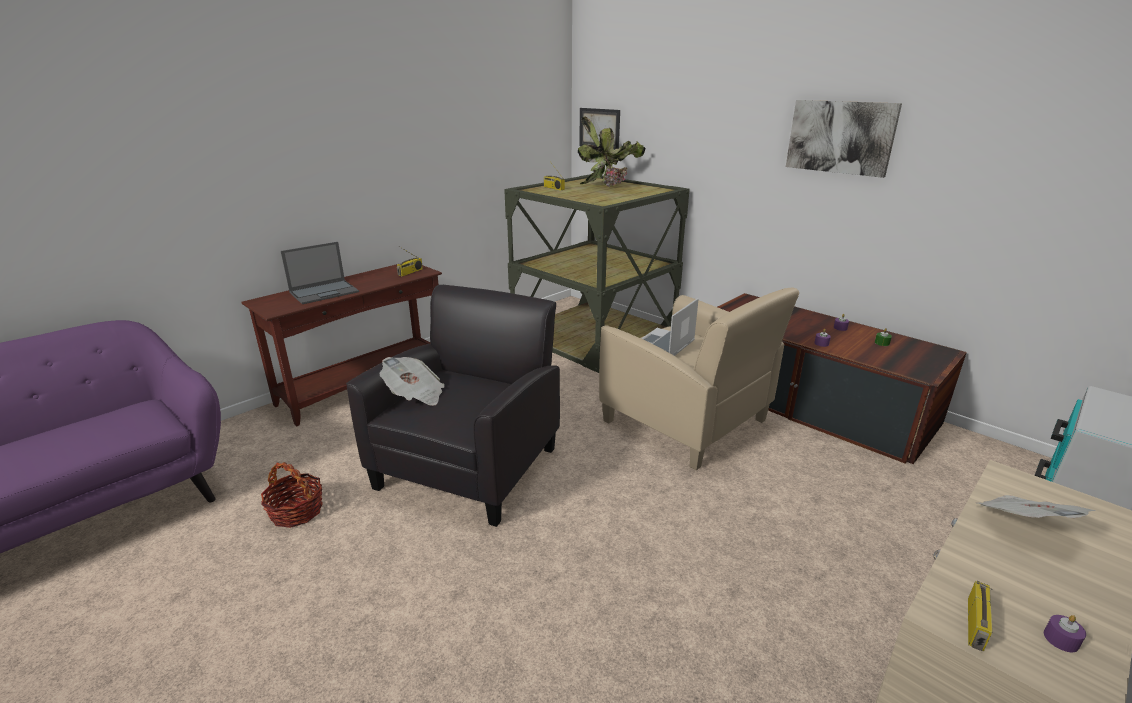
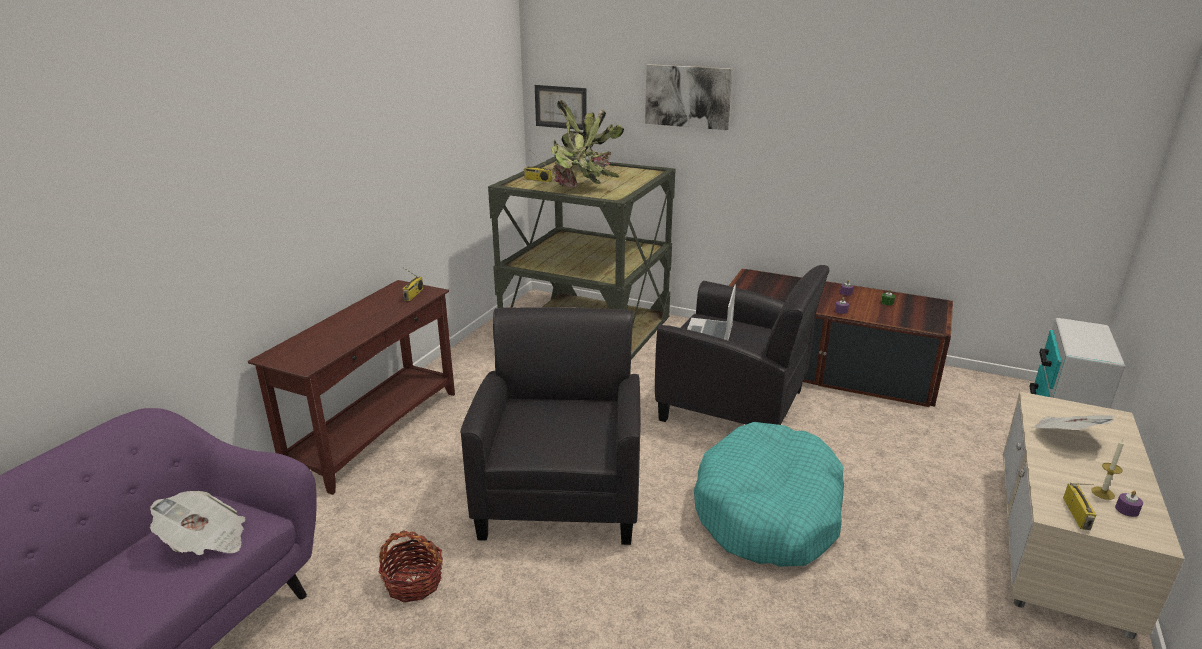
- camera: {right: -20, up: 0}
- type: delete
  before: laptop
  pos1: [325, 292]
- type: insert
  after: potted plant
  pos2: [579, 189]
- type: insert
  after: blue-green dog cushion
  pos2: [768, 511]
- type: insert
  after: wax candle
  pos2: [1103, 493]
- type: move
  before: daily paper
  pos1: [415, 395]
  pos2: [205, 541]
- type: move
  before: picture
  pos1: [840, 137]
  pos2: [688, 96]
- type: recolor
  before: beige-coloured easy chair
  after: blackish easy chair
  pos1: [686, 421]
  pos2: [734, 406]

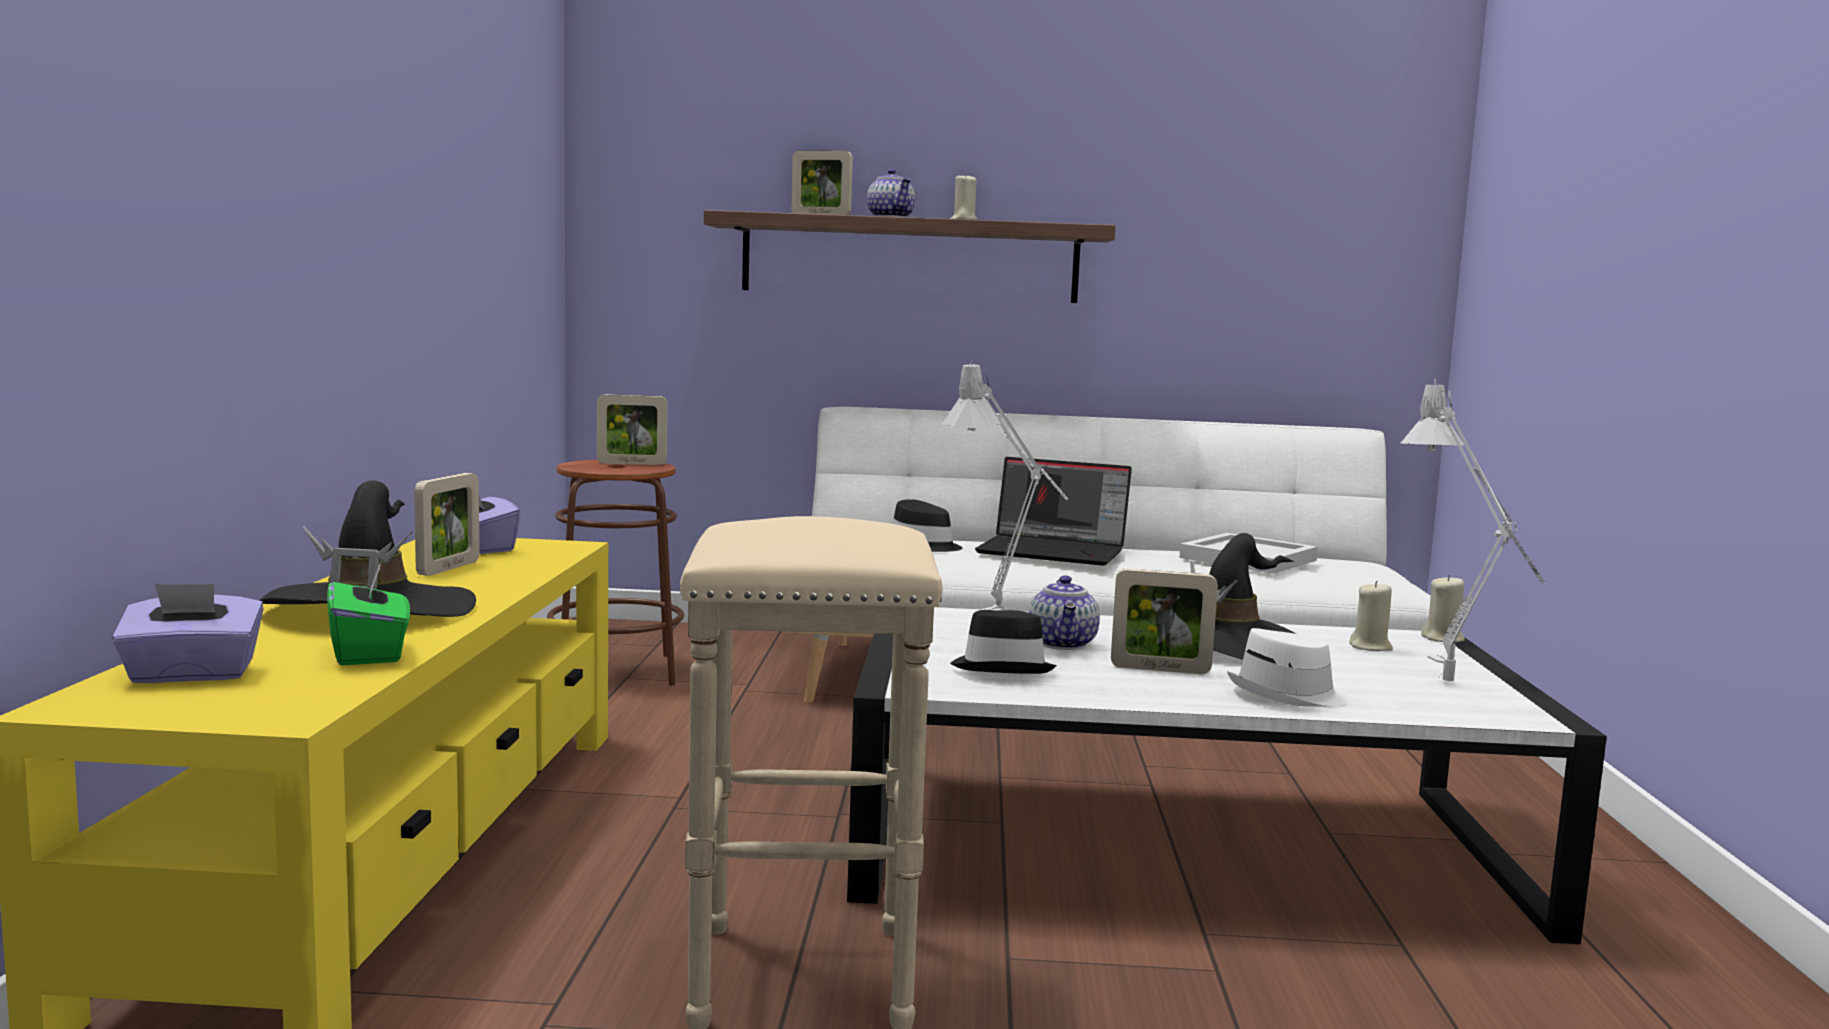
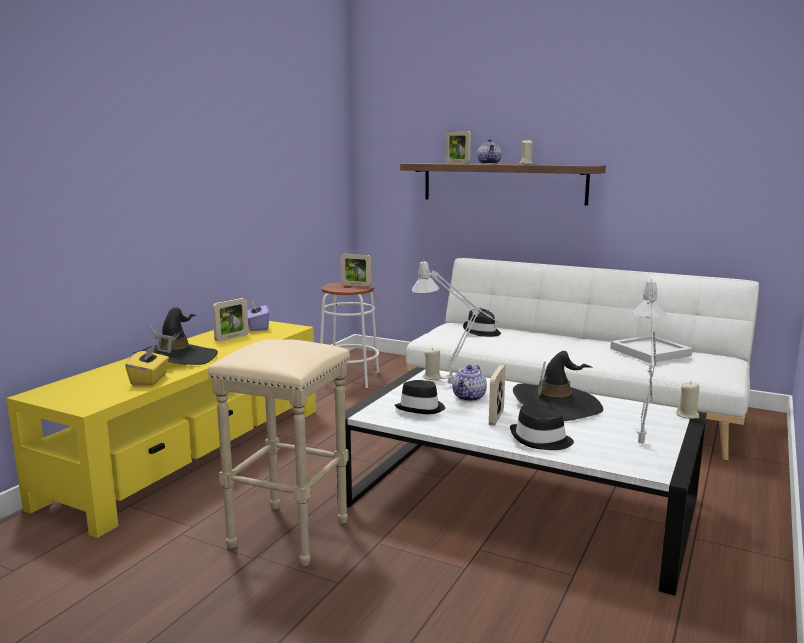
- camera: {right: 25, up: 5}
- type: delete
  before: purple tissue holder
  pos1: [192, 674]
- type: delete
  before: laptop
  pos1: [1054, 551]
- type: move
  before: beige-coloured wax candle
  pos1: [1370, 647]
  pos2: [432, 377]
- type: recolor
  before: greenish tissue holder
  after: yellow tissue holder
  pos1: [370, 653]
  pos2: [149, 380]
- type: recolor
  before: brown-coloured stool seat
  after: whitish stool seat
  pos1: [616, 671]
  pos2: [349, 378]
- type: recolor
  before: whitish clothing hat
  after: blackish clothing hat
  pos1: [1289, 695]
  pos2: [540, 440]
- type: rotate
  before: standing frame
  pos1: [1160, 669]
  pos2: [496, 417]
  turn: 75

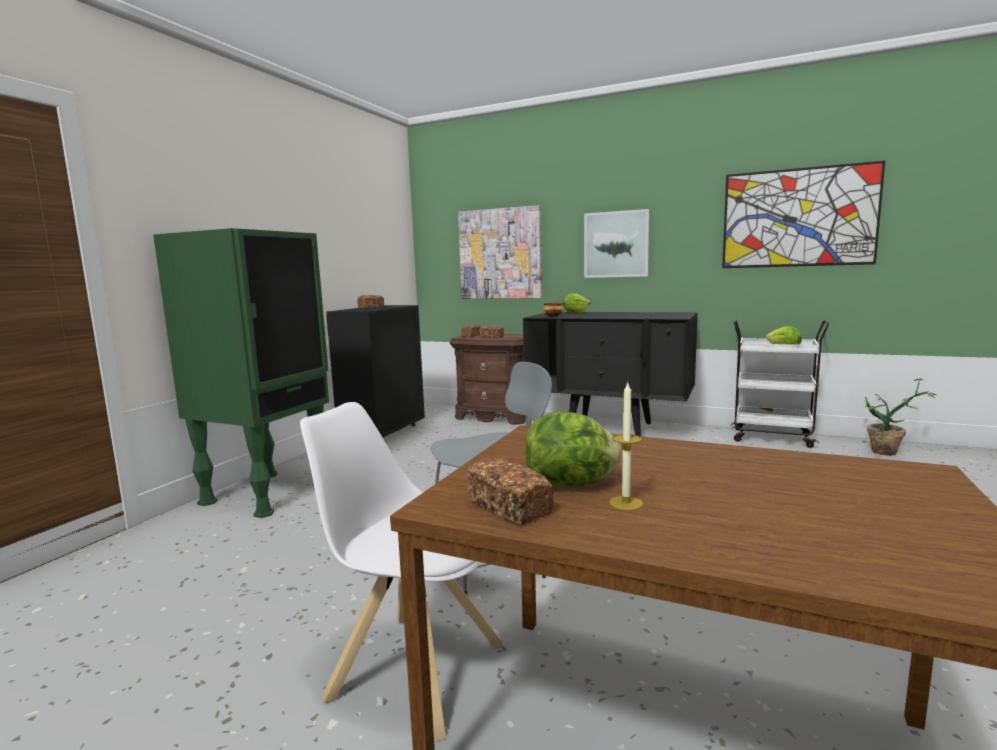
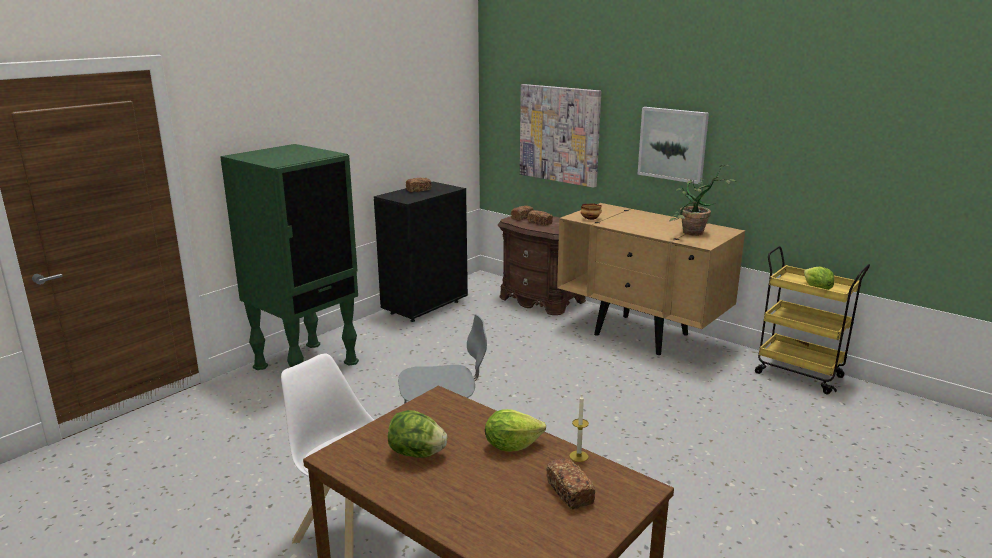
- camera: {right: 15, up: 10}
- type: delete
  before: picture
  pos1: [798, 218]
- type: move
  before: bread
  pos1: [509, 507]
  pos2: [570, 493]
- type: move
  before: lettuce
  pos1: [575, 312]
  pos2: [511, 445]
- type: move
  before: wax candle
  pos1: [626, 503]
  pos2: [578, 456]
- type: move
  before: potted plant
  pos1: [888, 454]
  pos2: [693, 234]
- type: recolor
  before: blackish chest of drawers
  after: beige-coloured chest of drawers
  pos1: [610, 428]
  pos2: [642, 335]
- type: recolor
  before: whitish trolley
  after: yellow trolley
  pos1: [772, 438]
  pos2: [799, 375]

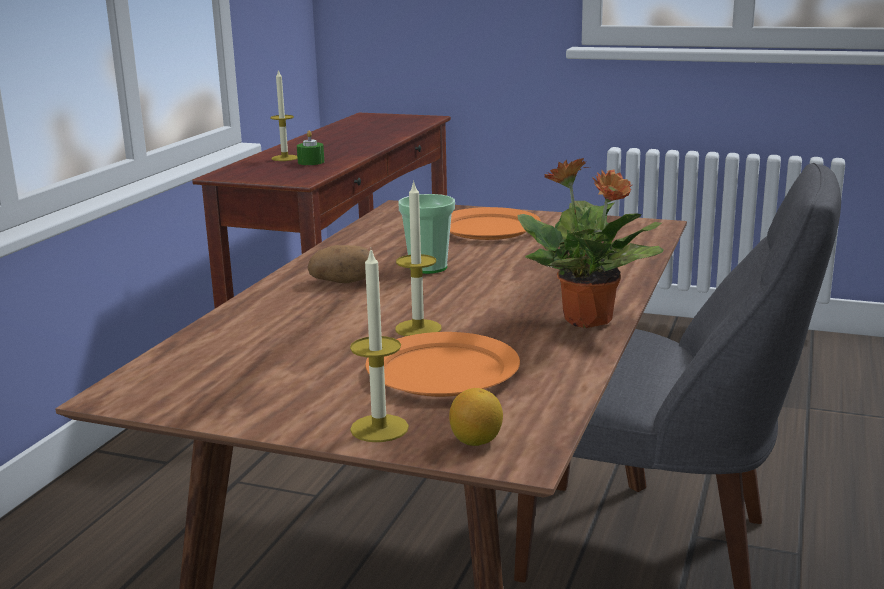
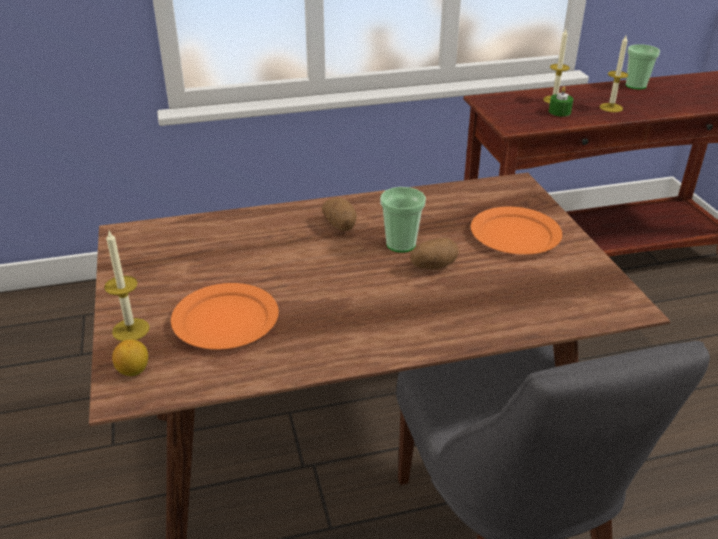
- camera: {right: 55, up: 15}
- type: delete
  before: potted plant
  pos1: [588, 320]
- type: insert
  after: spud
  pos2: [433, 265]
- type: insert
  after: drinking cup
  pos2: [635, 85]
- type: move
  before: wax candle
  pos1: [418, 328]
  pos2: [611, 107]

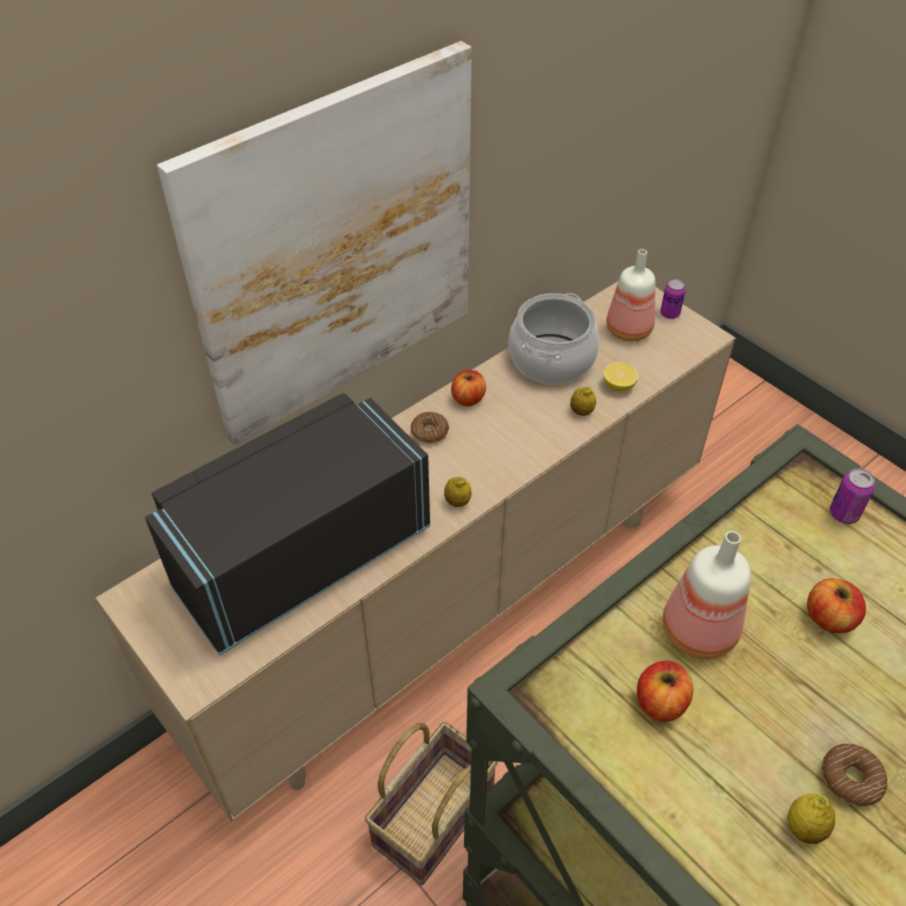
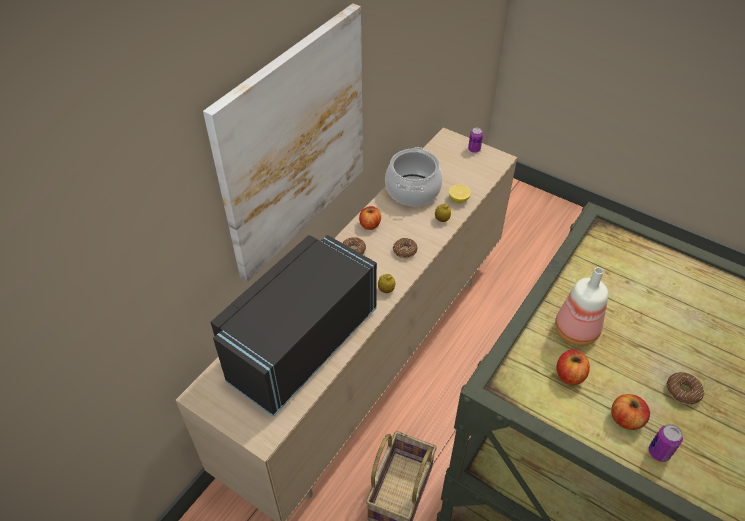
- camera: {right: -15, up: 0}
- type: delete
  before: drink bottle
  pos1: [628, 329]
- type: delete
  before: citrus fruit
  pos1: [804, 828]
- type: insert
  after: doughnut
  pos2: [405, 251]
- type: move
  before: apple
  pos1: [829, 618]
  pos2: [626, 419]
- type: move
  before: sealed can
  pos1: [843, 514]
  pos2: [659, 452]

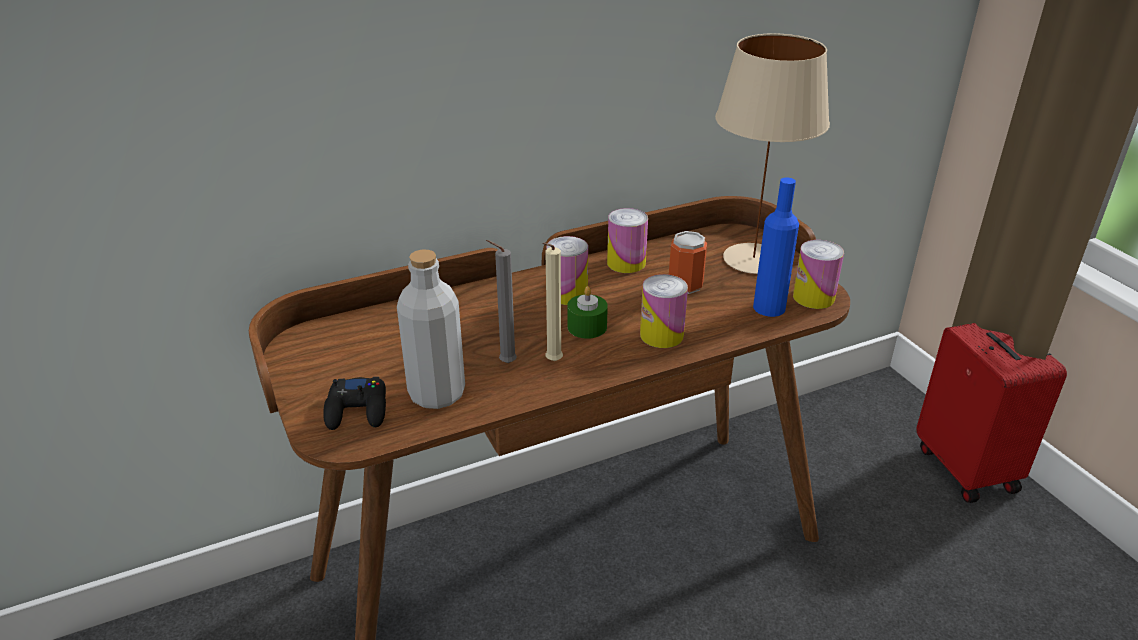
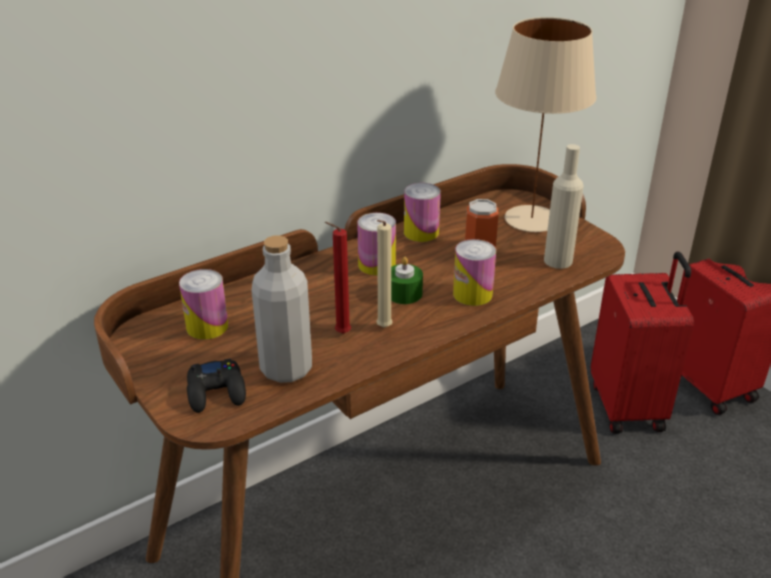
- camera: {right: -10, up: 0}
- type: insert
  after: red-coloured piece of luggage
  pos2: [629, 406]
- type: move
  before: sealed can
  pos1: [813, 297]
  pos2: [207, 326]
- type: recolor
  before: gray wax candle
  after: red-coloured wax candle
  pos1: [505, 363]
  pos2: [340, 334]
- type: recolor
  before: bluish drink bottle
  after: beige-coloured drink bottle
  pos1: [769, 307]
  pos2: [558, 261]

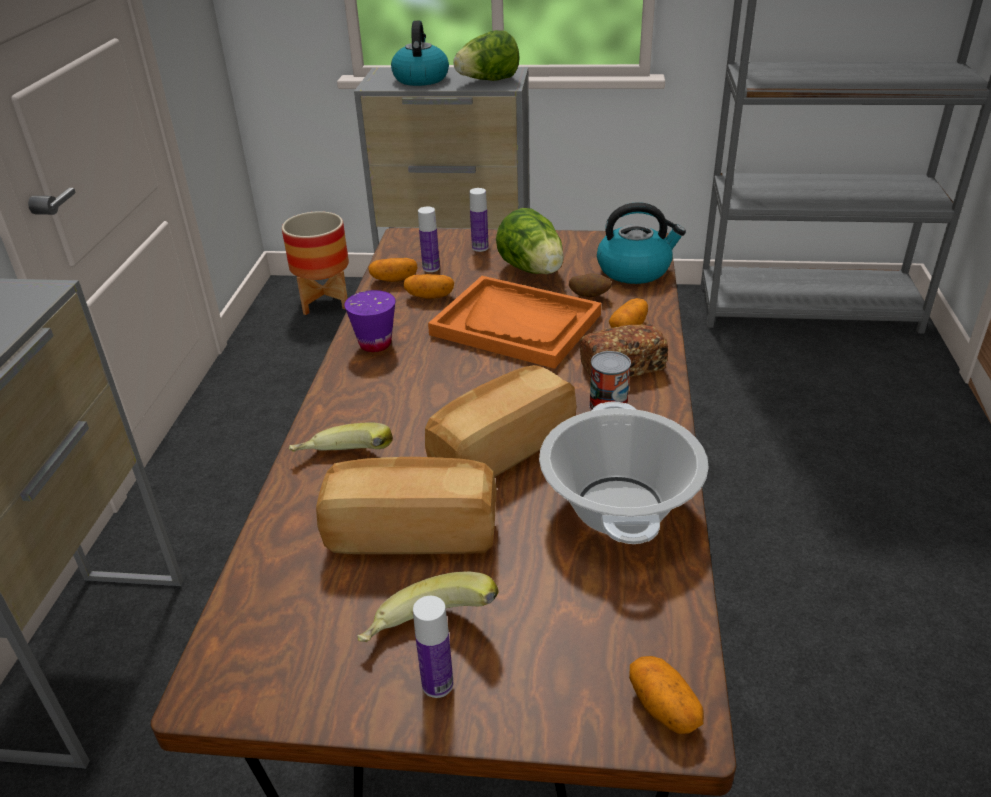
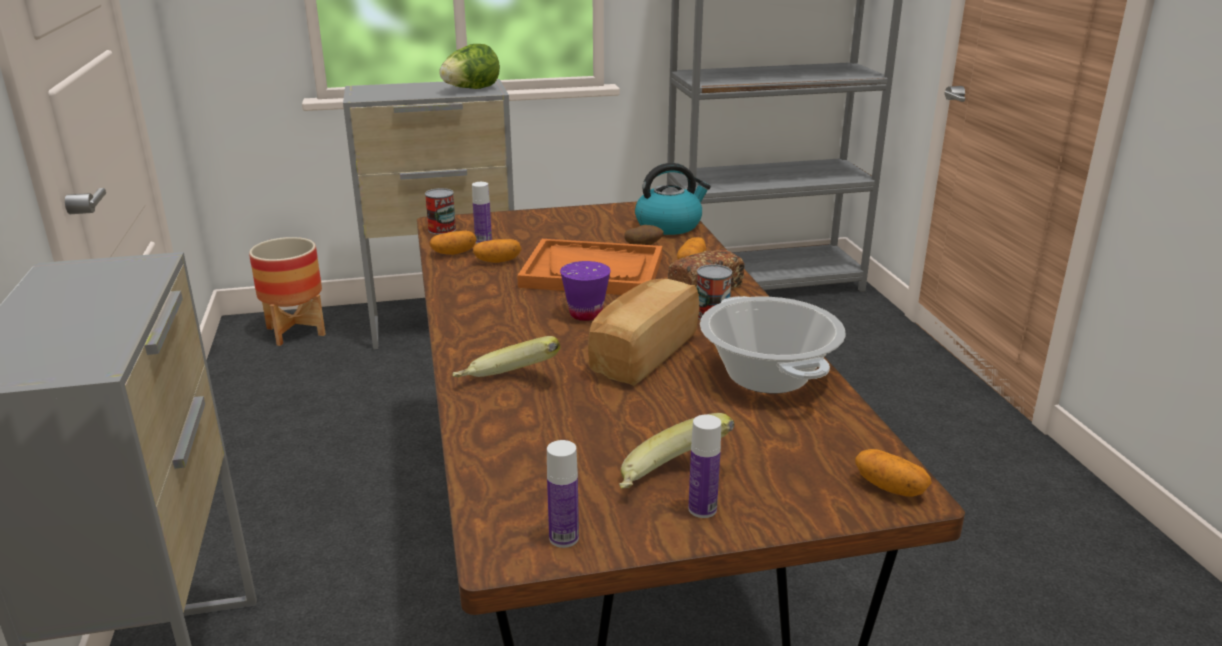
- camera: {right: -20, up: -10}
- type: delete
  before: bread
  pos1: [412, 531]
- type: delete
  before: kettle
  pos1: [420, 78]
- type: delete
  before: lettuce
  pos1: [533, 270]
- type: insert
  after: sealed can
  pos2: [442, 229]
- type: move
  before: purple drinking cup
  pos1: [375, 344]
  pos2: [585, 314]
- type: move
  before: drink bottle
  pos1: [480, 248]
  pos2: [564, 538]

